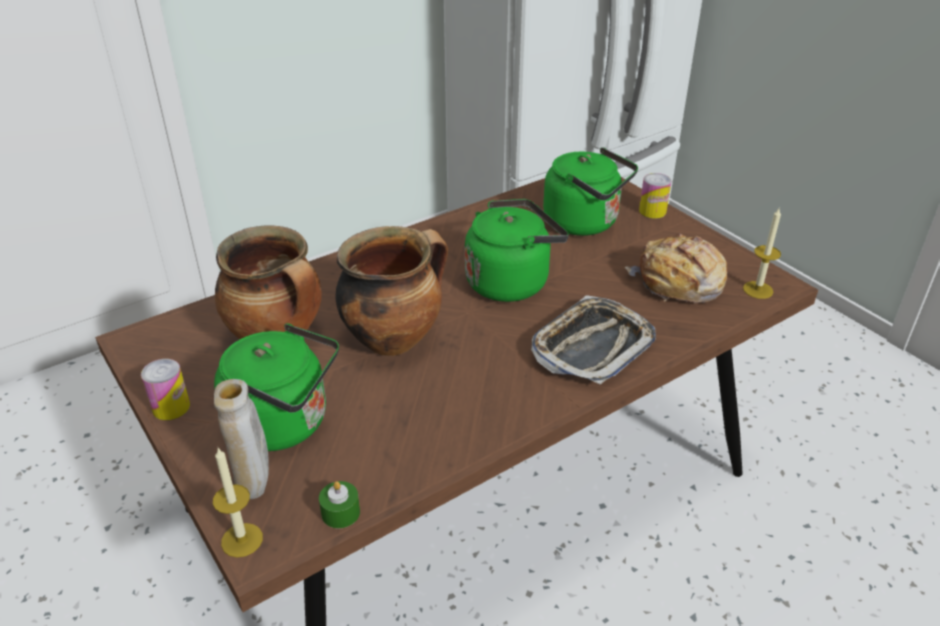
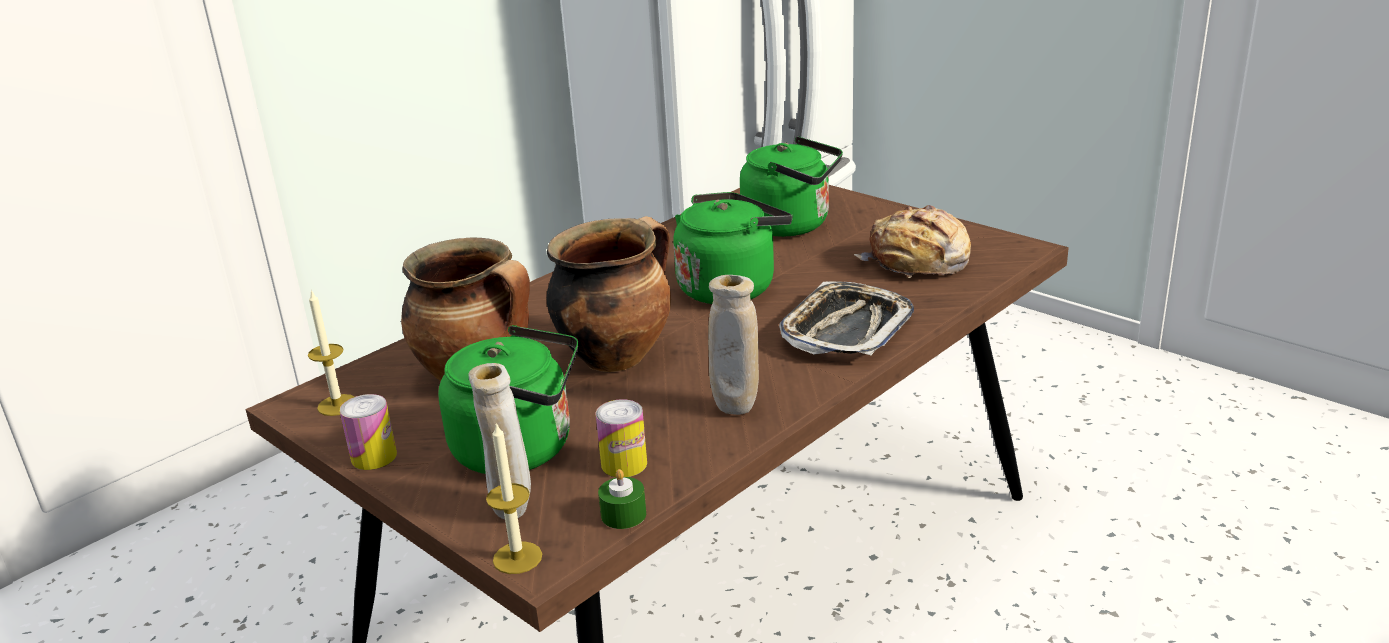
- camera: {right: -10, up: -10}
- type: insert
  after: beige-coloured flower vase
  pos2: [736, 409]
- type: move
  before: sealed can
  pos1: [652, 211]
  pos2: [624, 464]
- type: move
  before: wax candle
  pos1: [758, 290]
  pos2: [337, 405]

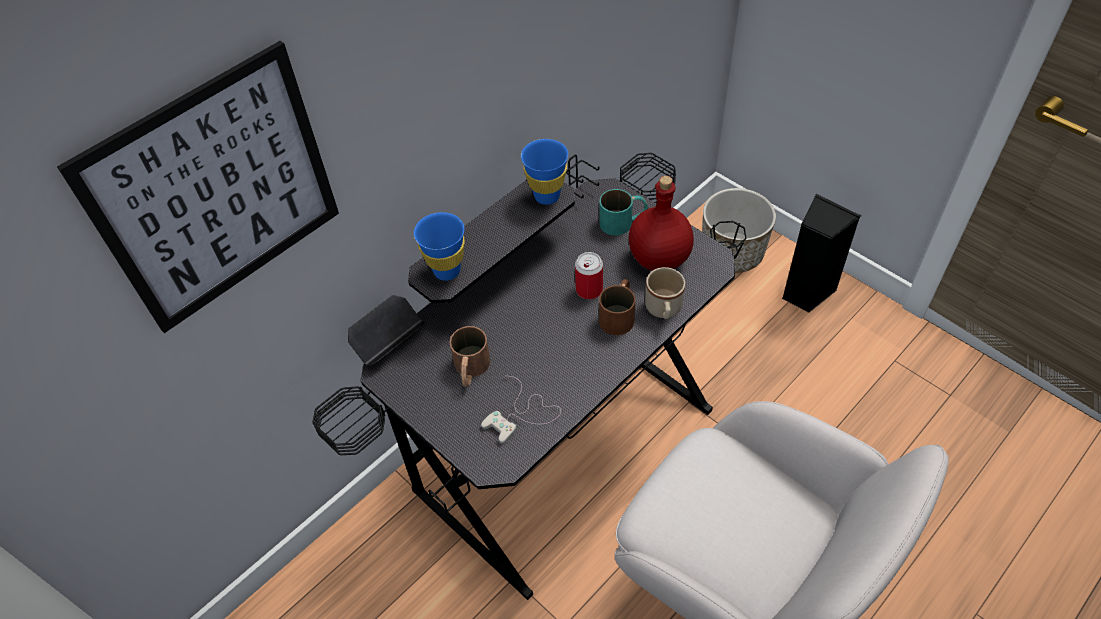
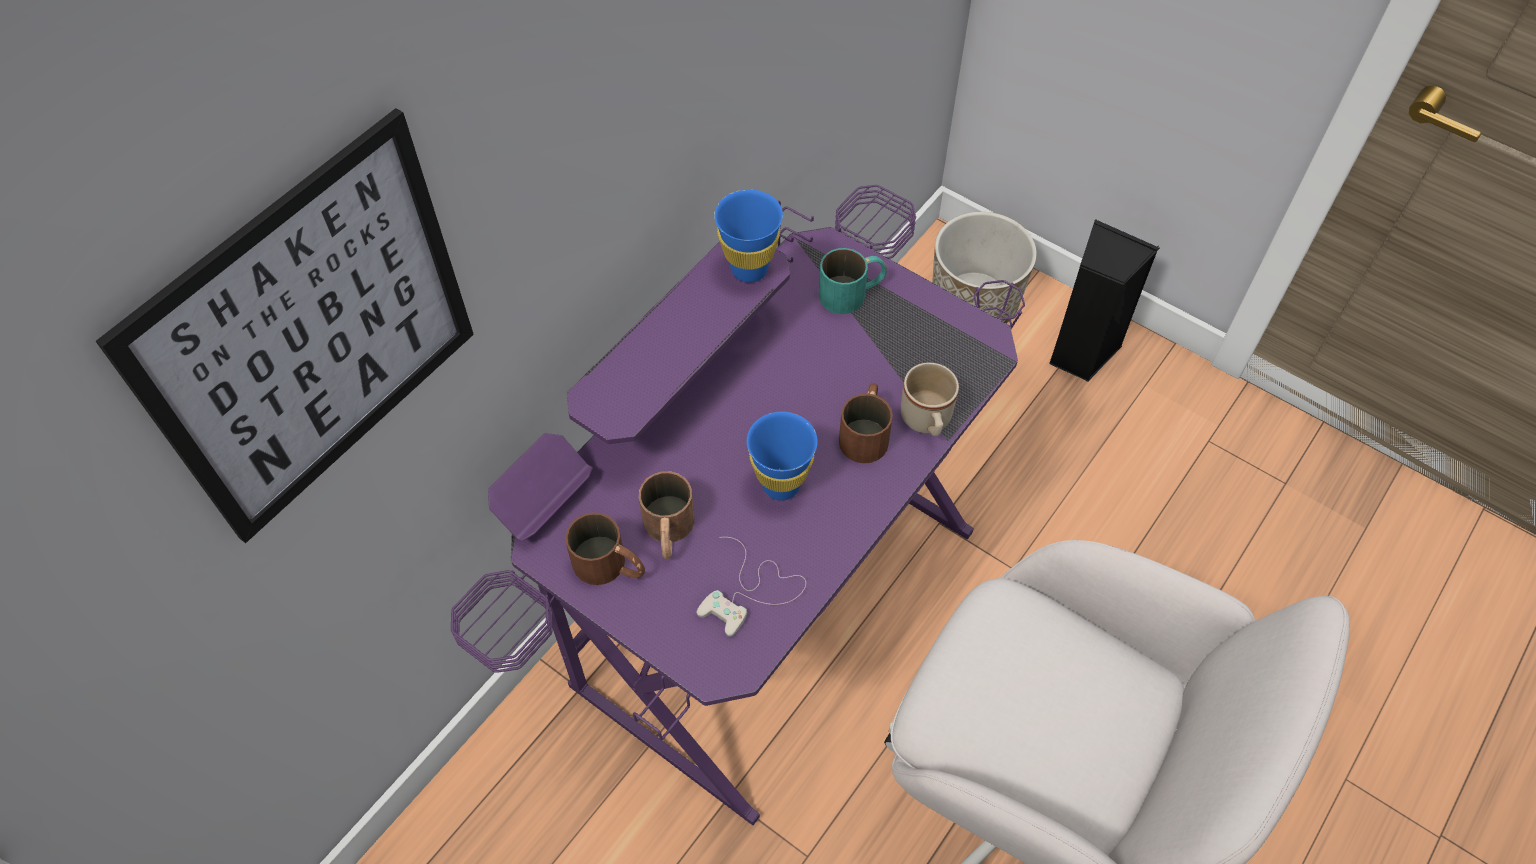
- camera: {right: -10, up: 5}
- type: delete
  before: sealed can
  pos1: [589, 290]
- type: delete
  before: red-coloured drink bottle
  pos1: [659, 259]
- type: insert
  after: brown-coloured coffee mug
  pos2: [610, 566]
- type: move
  before: bluish drinking cup
  pos1: [447, 271]
  pos2: [781, 485]
- type: recolor
  before: blackish desk unit
  after: purple desk unit
  pos1: [559, 443]
  pos2: [767, 598]

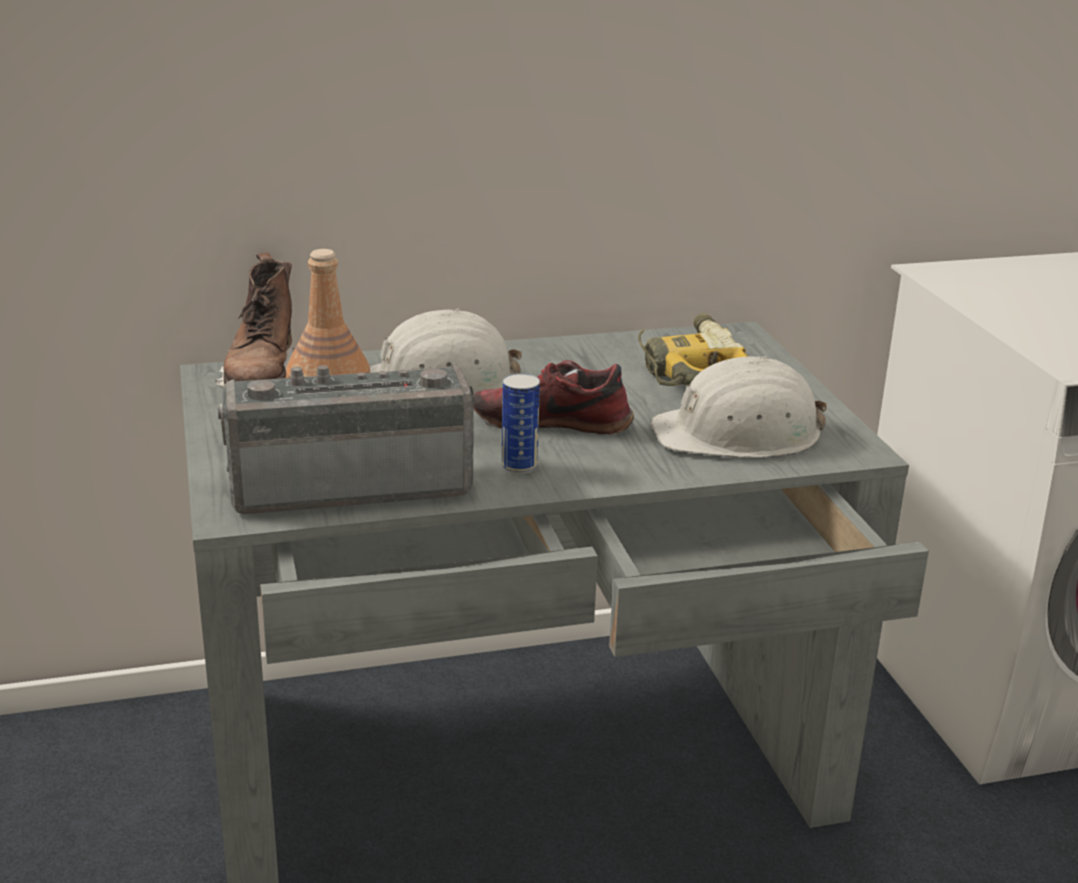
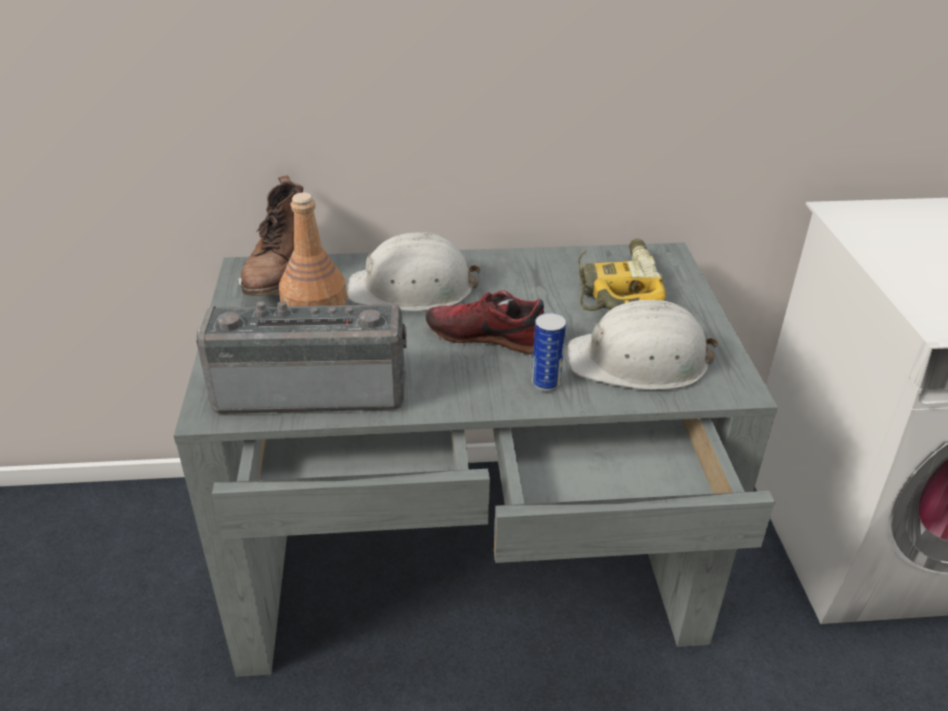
- camera: {right: 10, up: 10}
- type: move
  before: sealed can
  pos1: [519, 466]
  pos2: [545, 384]

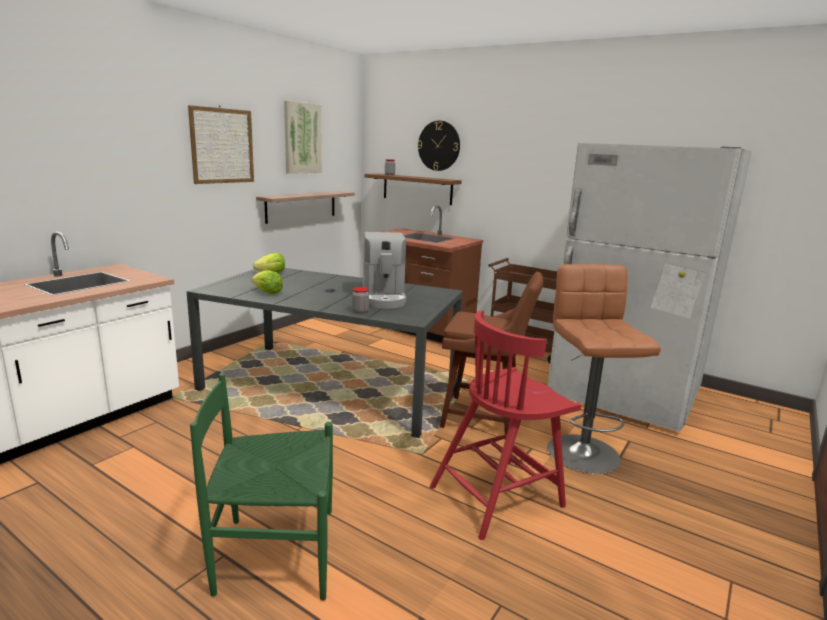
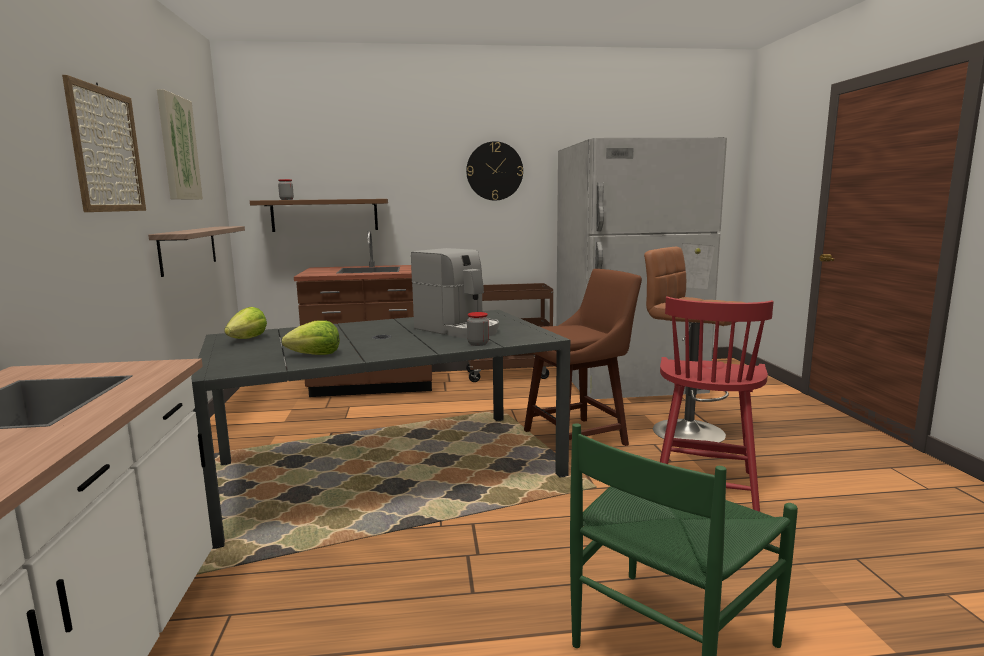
- camera: {right: -40, up: -5}
- type: move
  before: clock on the wall
  pos1: [439, 146]
  pos2: [494, 171]

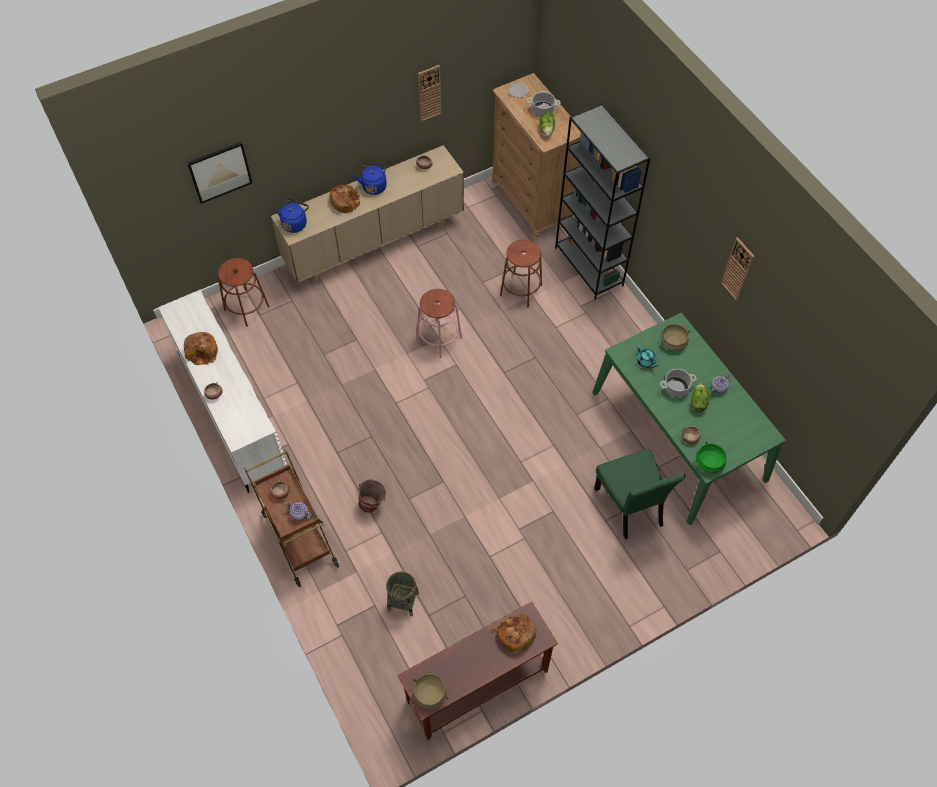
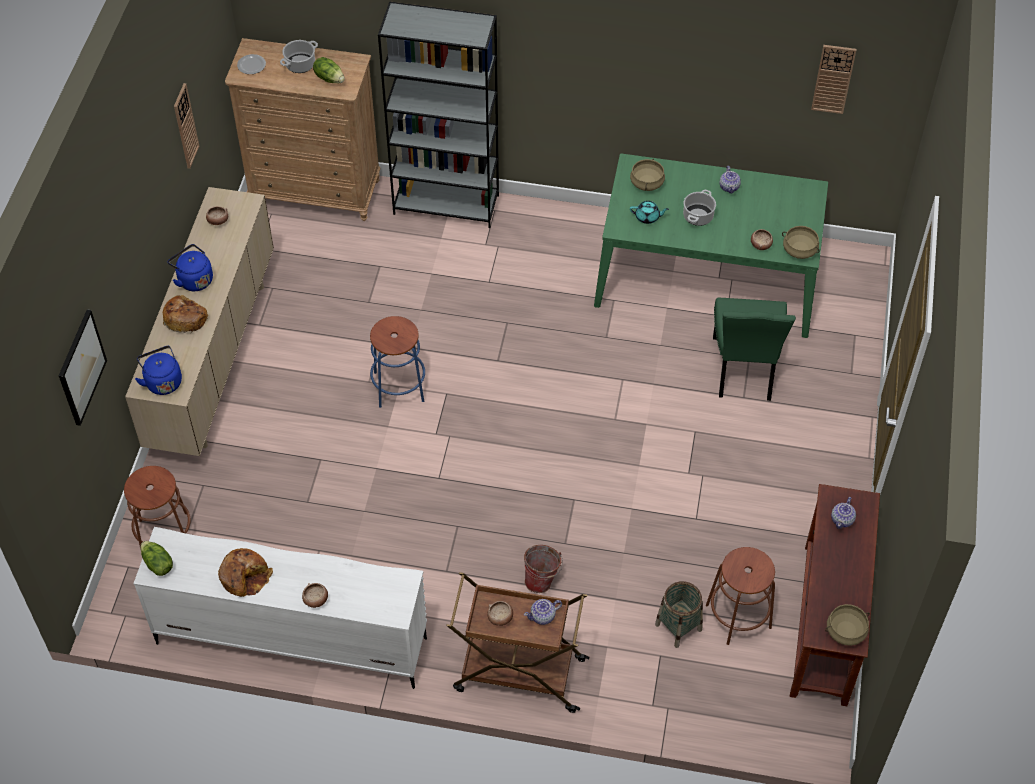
- camera: {right: -50, up: -5}
- type: move
  before: brown-coloured stool seat
  pos1: [521, 290]
  pos2: [738, 616]
- type: move
  before: lettuce
  pos1: [698, 402]
  pos2: [157, 564]
- type: move
  before: clock on the wall
  pos1: [737, 269]
  pos2: [833, 79]
- type: replace
  before: bread
  after: teapot
  pos1: [515, 634]
  pos2: [842, 519]
- type: recolor
  before: pinkish stool seat
  after: bluish stool seat
  pos1: [439, 339]
  pos2: [399, 386]
- type: recolor
  before: greenish stockpot
  after: beige-coloured stockpot
  pos1: [709, 462]
  pos2: [799, 250]
- type: rotate
  before: greenish plain chair
  pos1: [629, 504]
  pos2: [744, 366]
  turn: 75

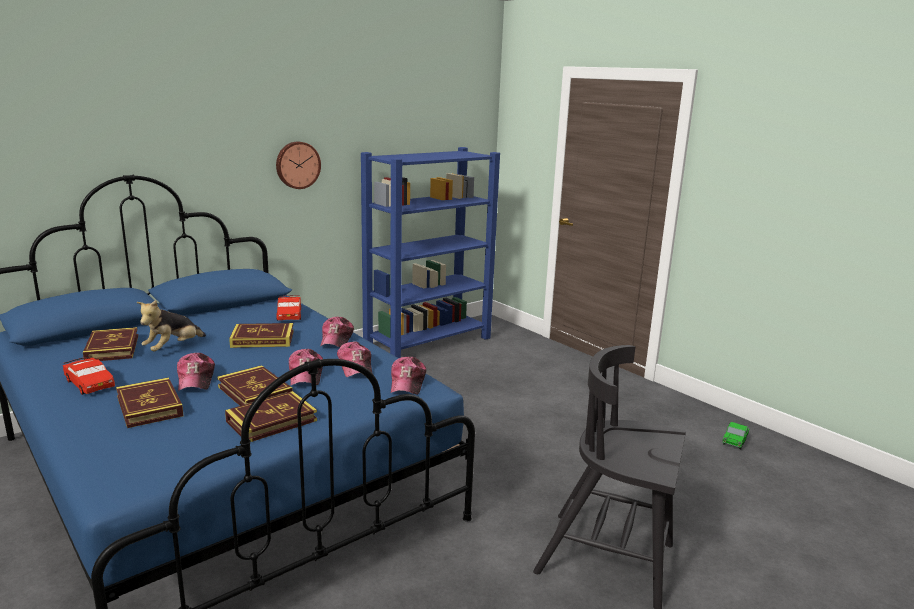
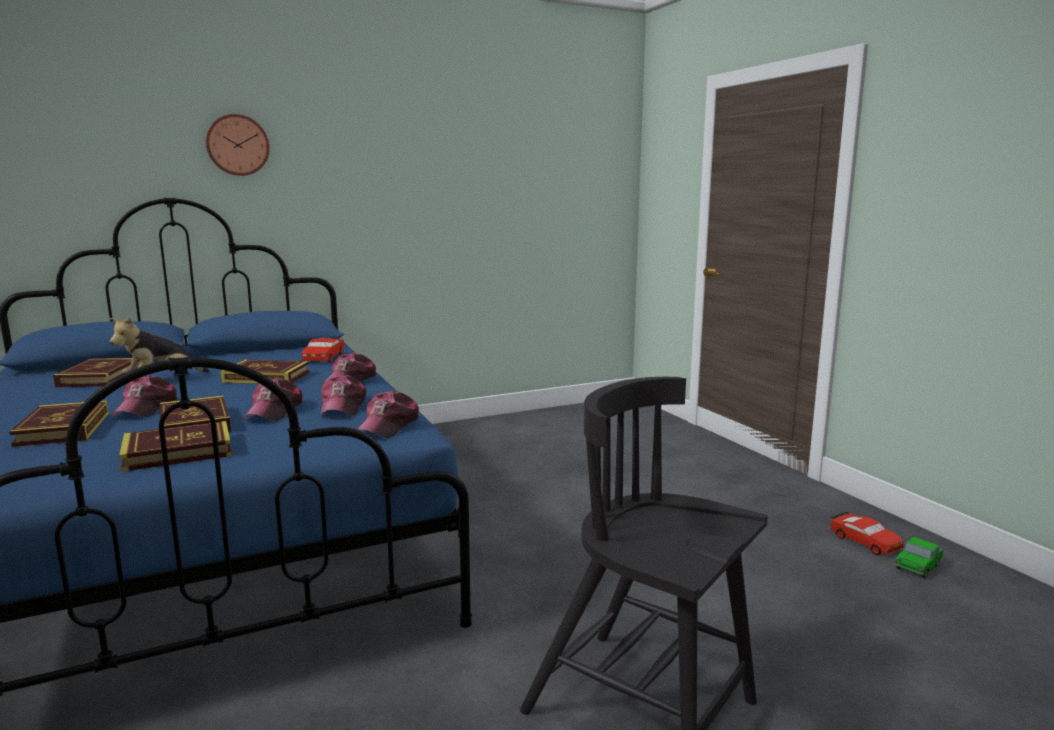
- camera: {right: 15, up: -5}
- type: delete
  before: bluish bookcase
  pos1: [428, 342]
- type: move
  before: red-coloured toy car
  pos1: [90, 383]
  pos2: [865, 541]
- type: move
  before: clock on the wall
  pos1: [297, 165]
  pos2: [237, 145]

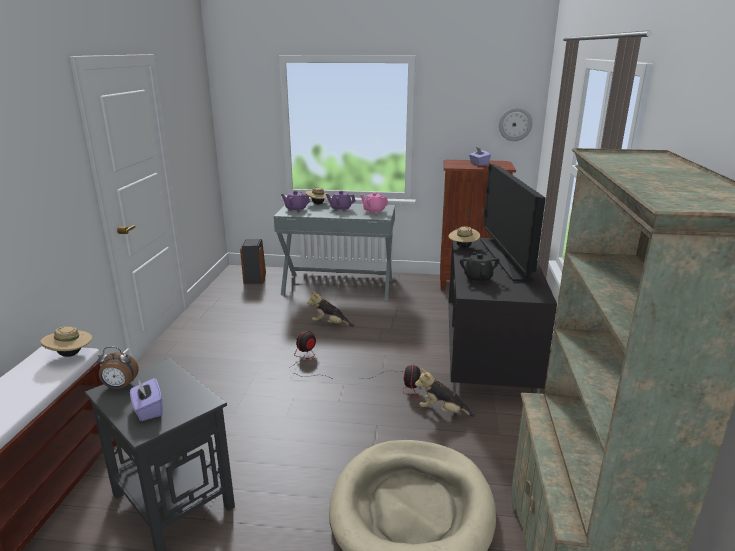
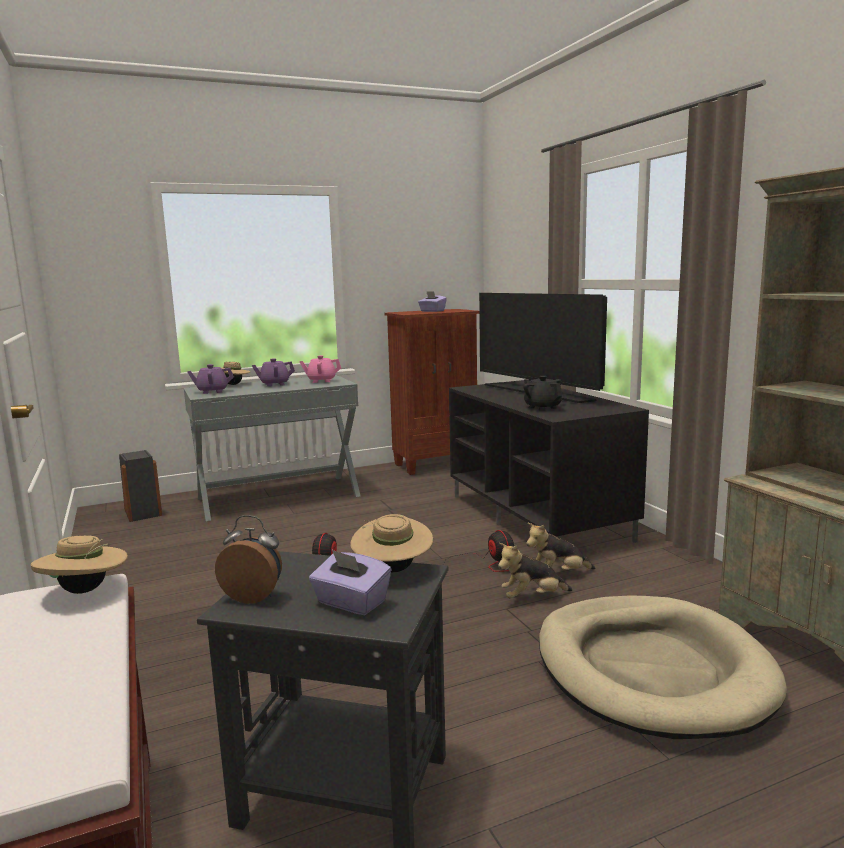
- camera: {right: -30, up: -10}
- type: delete
  before: clock on the wall
  pos1: [515, 124]
- type: move
  before: cuddly toy
  pos1: [330, 324]
  pos2: [532, 597]
- type: move
  before: beige-coloured clothing hat
  pos1: [463, 247]
  pos2: [392, 569]
- type: rotate
  before: table clock
  pos1: [120, 387]
  pos2: [254, 596]
  turn: -135

